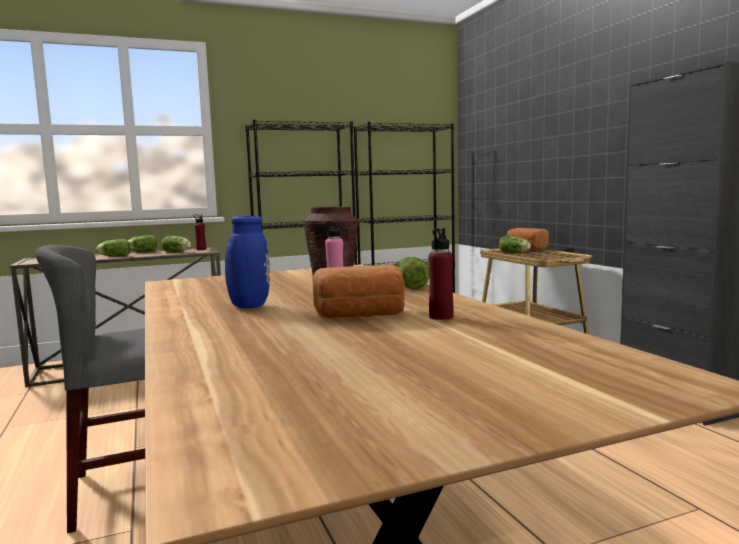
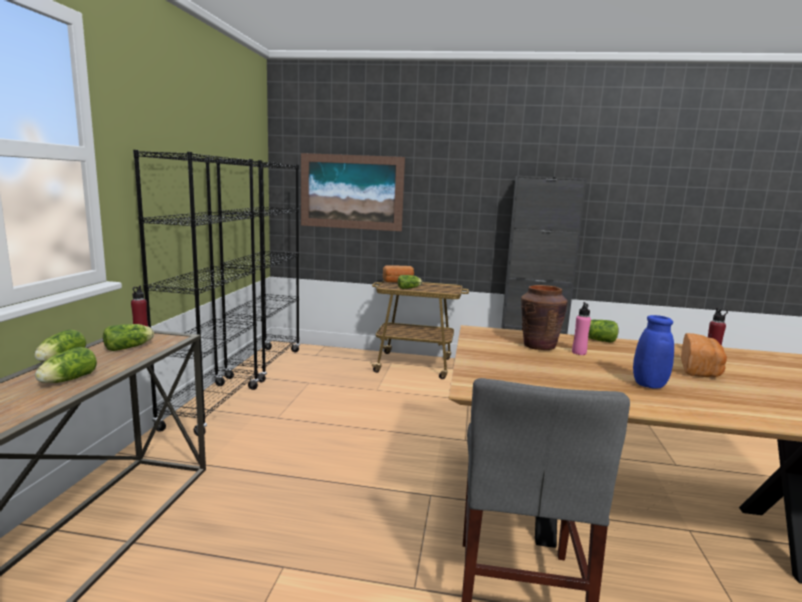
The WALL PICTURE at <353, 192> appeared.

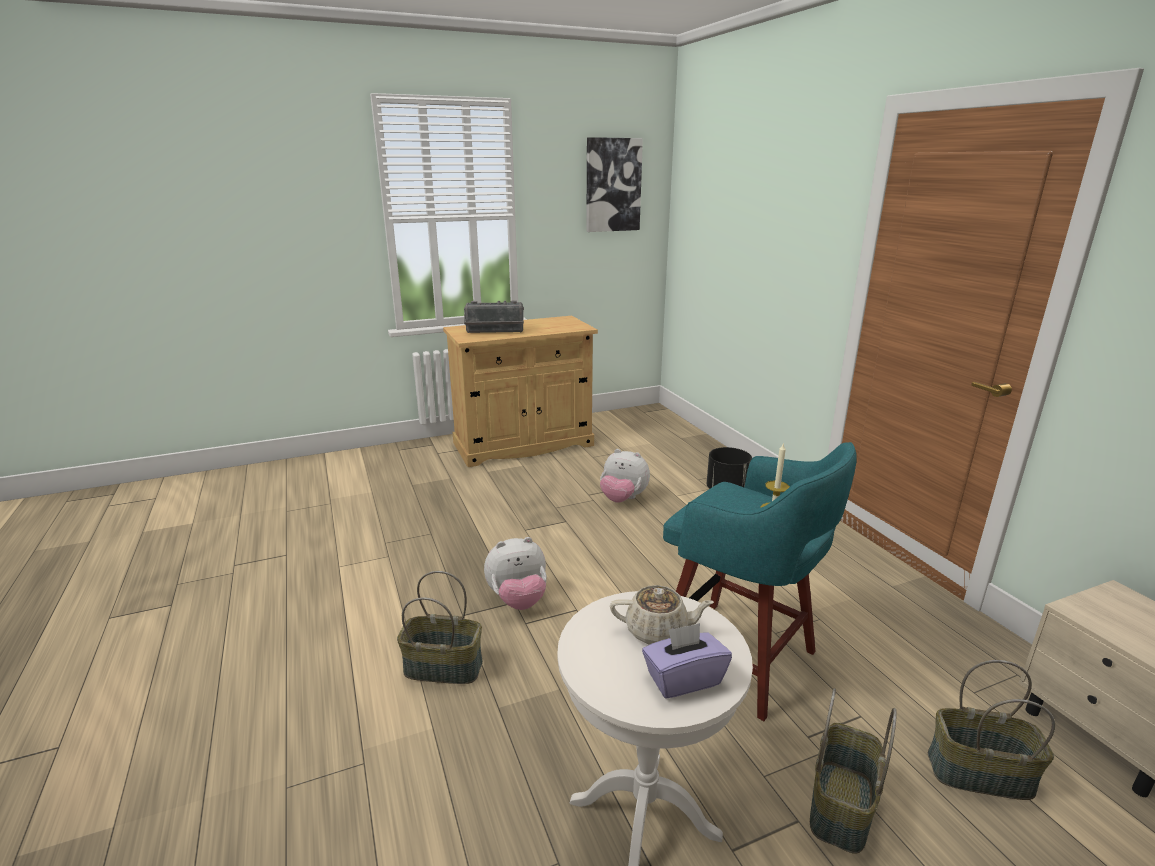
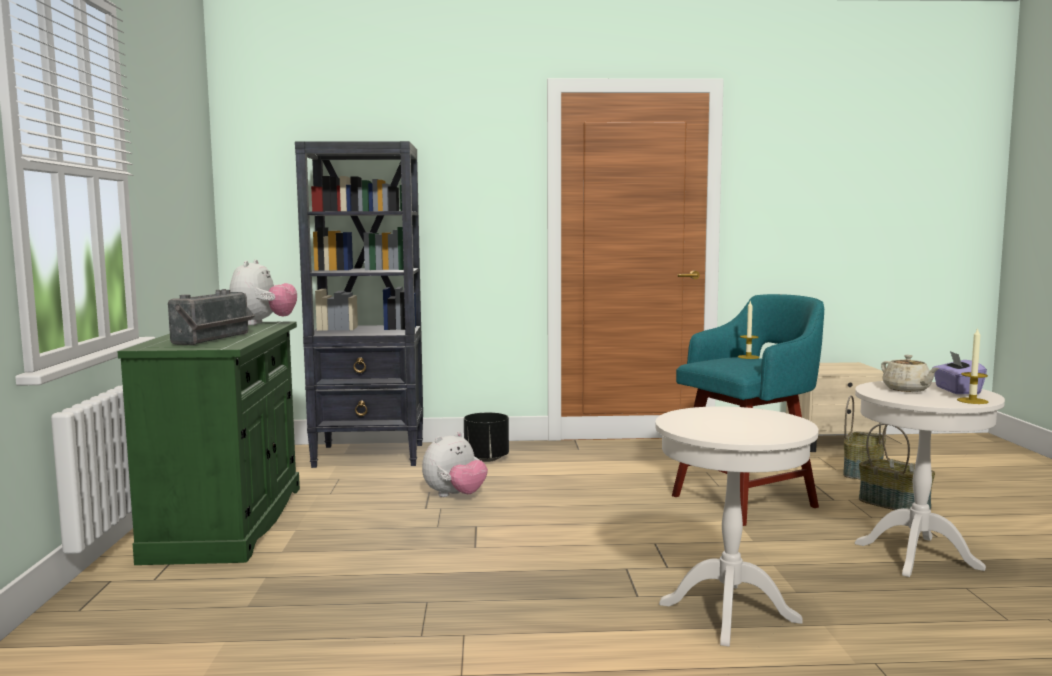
The BEIGE-COLOURED CABINET at <520, 391> became the GREEN-COLOURED CABINET at <209, 443>. The PLUSH TOY moved from <515, 573> to <263, 292>. The BLACK-COLOURED BOOKSHELF at <359, 304> appeared. The HOUSEHOLD BASKET at <440, 627> was replaced by the WHITE-COLOURED ACCENT TABLE at <736, 526>. The BEIGE-COLOURED TEA POT at <662, 615> turned 135 degrees clockwise. The WAX LIGHT at <972, 365> appeared. The WALL PICTURE at <614, 184> disappeared.

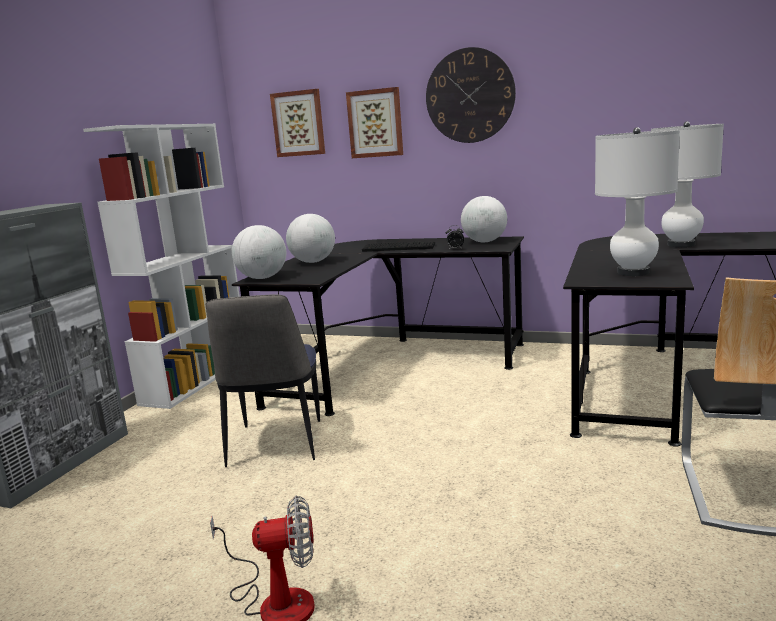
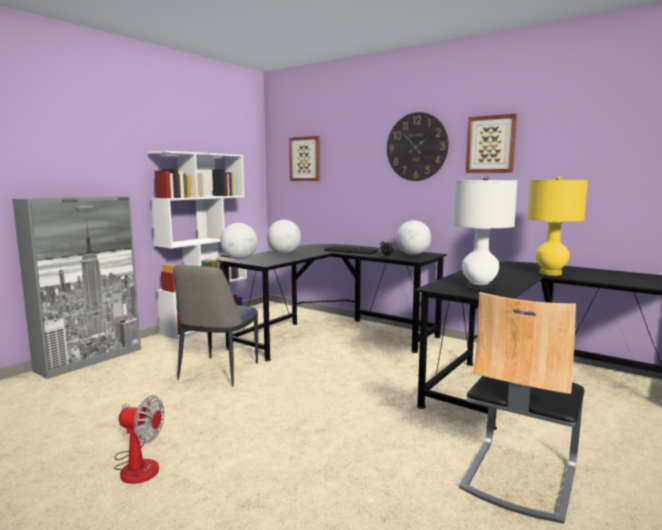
The WALL PICTURE moved from <374, 122> to <491, 143>. The WHITE-COLOURED LAMP FOR A TABLE at <687, 184> became the YELLOW LAMP FOR A TABLE at <557, 226>.

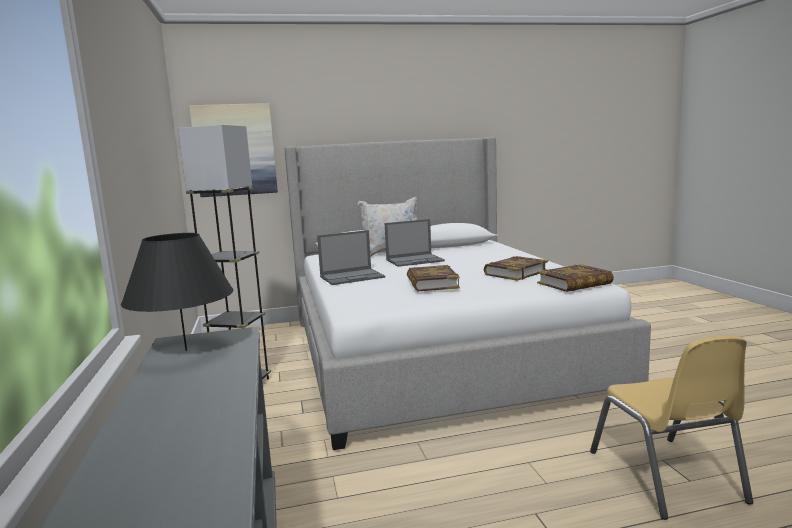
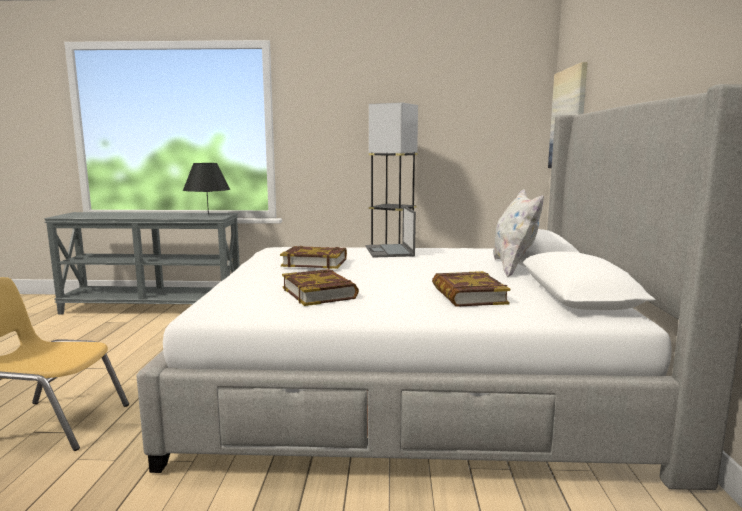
The BOOK moved from <575, 278> to <471, 289>. The NOTEBOOK COMPUTER at <415, 243> disappeared.

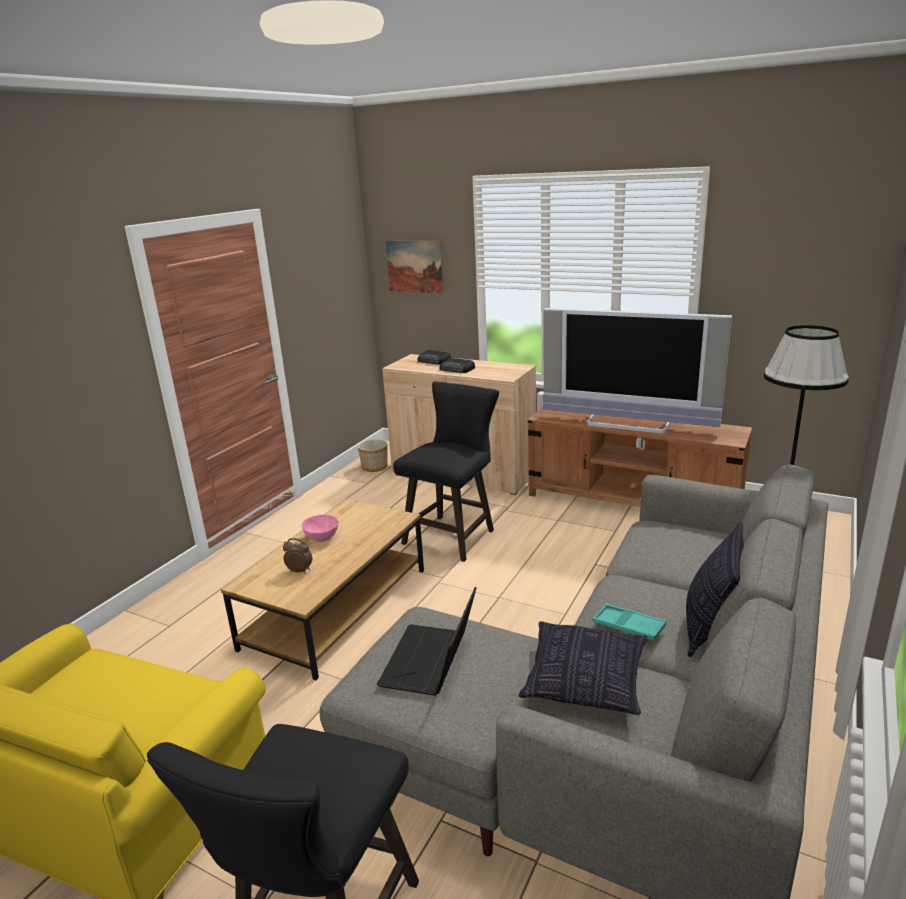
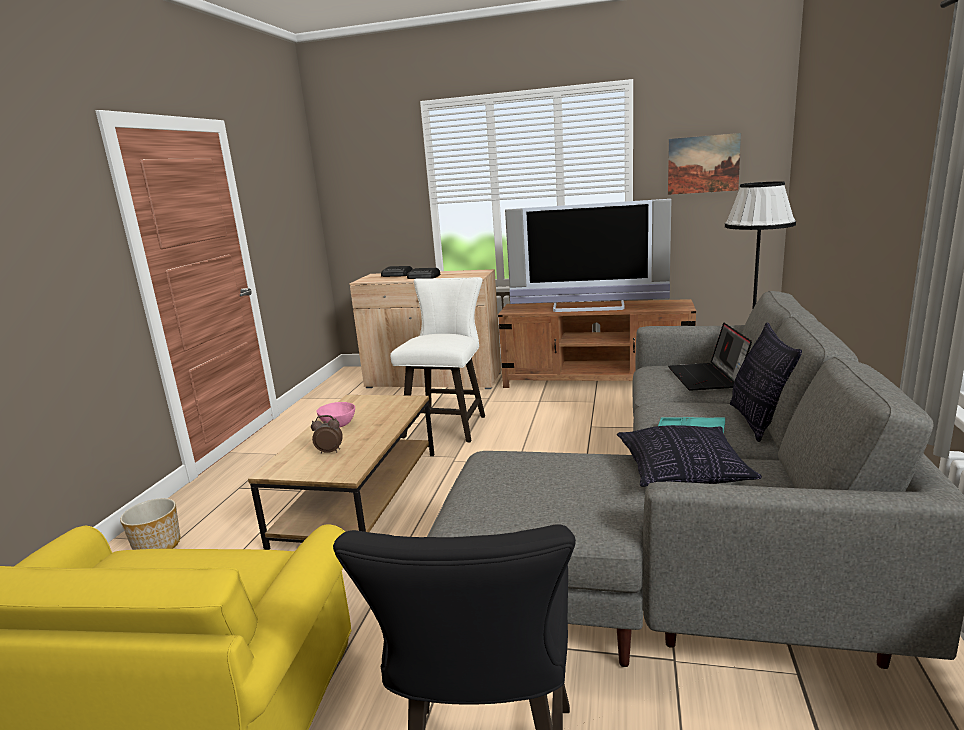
The FLOWER POT moved from <372, 455> to <150, 524>. The BLACK-COLOURED SITTING STOOL at <446, 471> became the WHITE-COLOURED SITTING STOOL at <437, 359>. The WALL PICTURE moved from <414, 267> to <704, 164>. The NOTEBOOK COMPUTER moved from <426, 641> to <710, 356>.

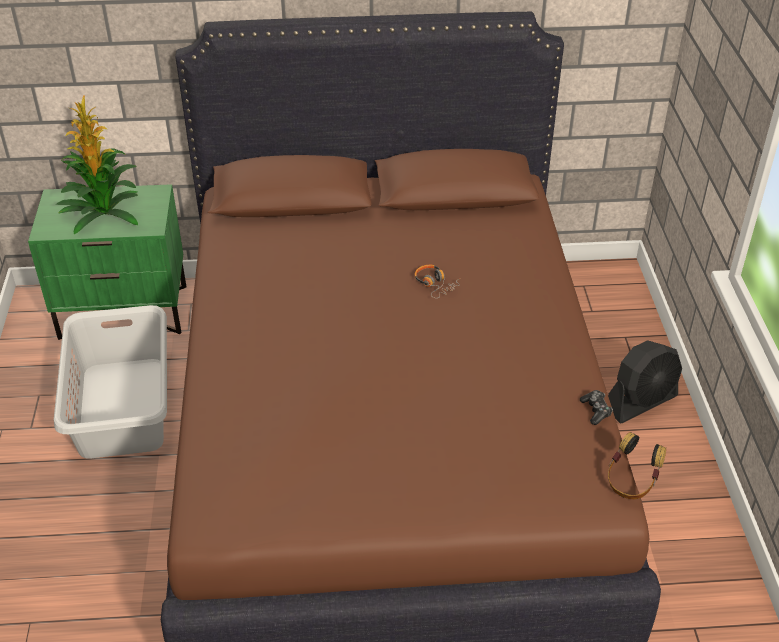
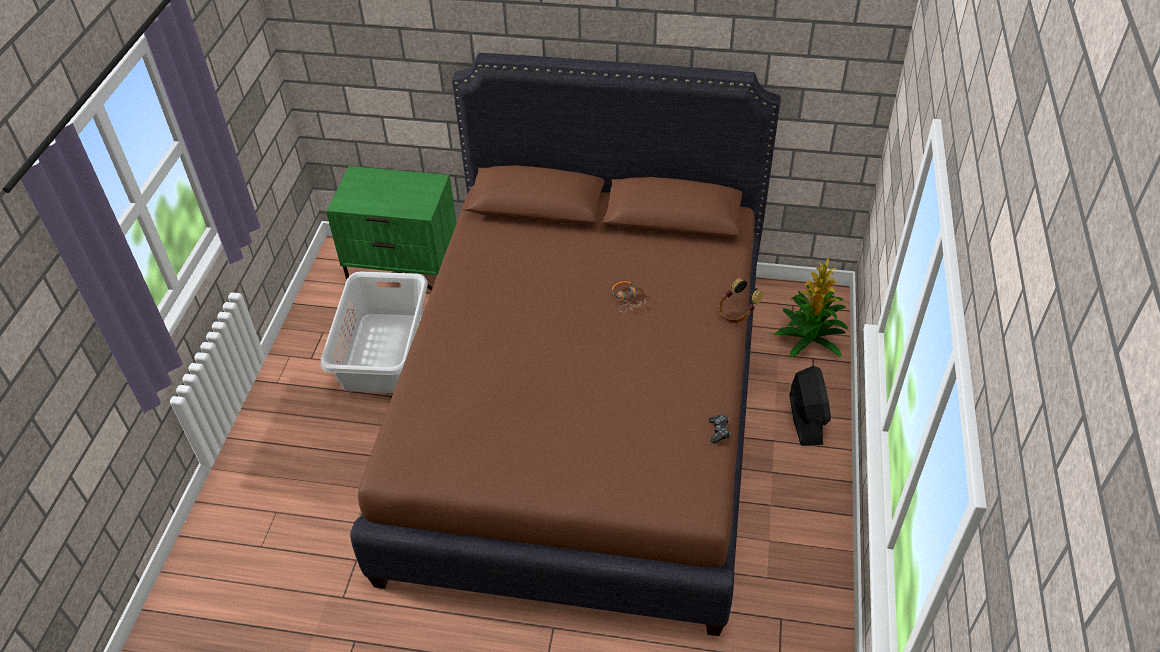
The PAIR OF HEADPHONES moved from <637, 465> to <741, 300>. The POTTED PLANT moved from <97, 164> to <811, 308>. The BLACK-COLOURED ELECTRIC FAN at <645, 381> turned 75 degrees counterclockwise.

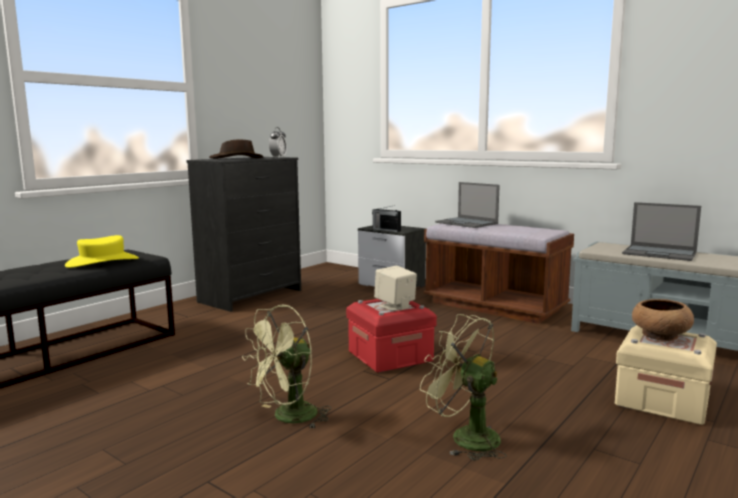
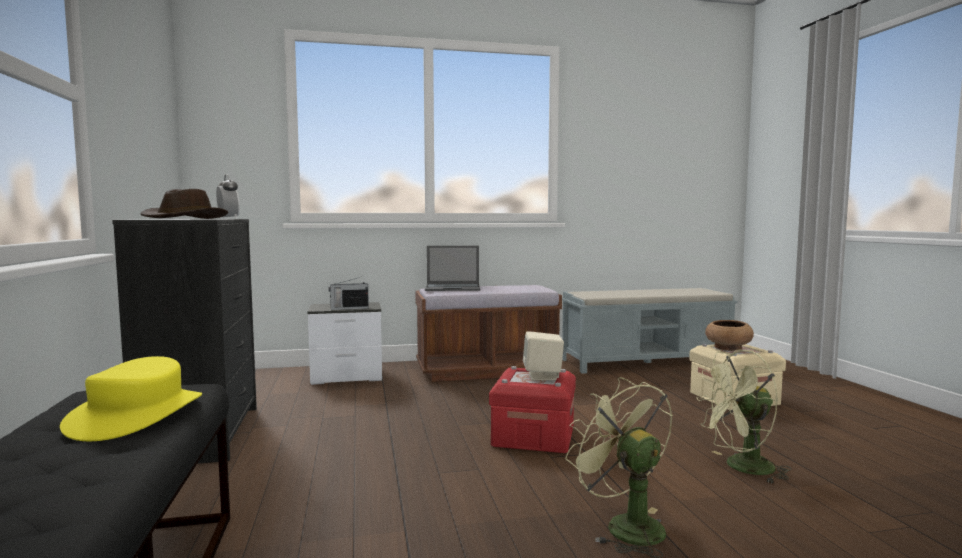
The GREEN-COLOURED ELECTRIC FAN at <286, 366> turned 150 degrees clockwise. The NOTEBOOK COMPUTER at <661, 231> disappeared.

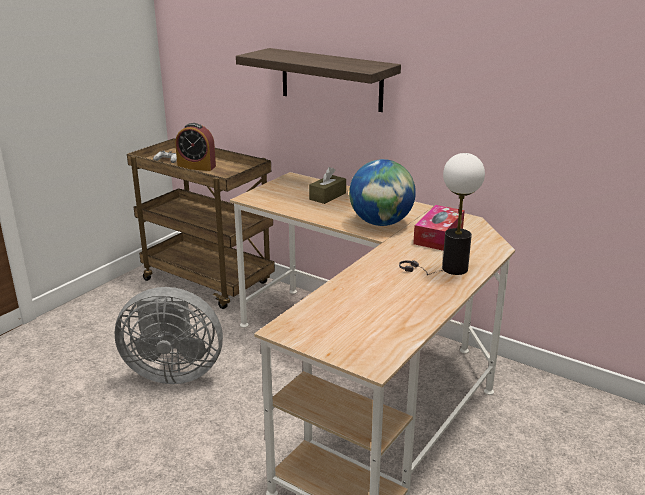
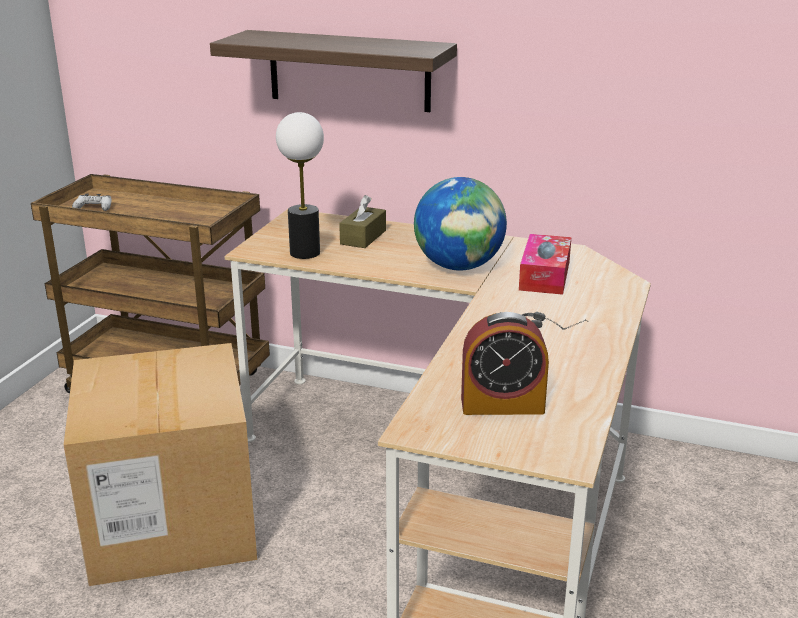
The GRAY ELECTRIC FAN at <169, 335> was replaced by the CARTON at <160, 464>. The LAMP FOR A TABLE moved from <463, 214> to <300, 185>. The TABLE CLOCK moved from <195, 147> to <505, 363>.

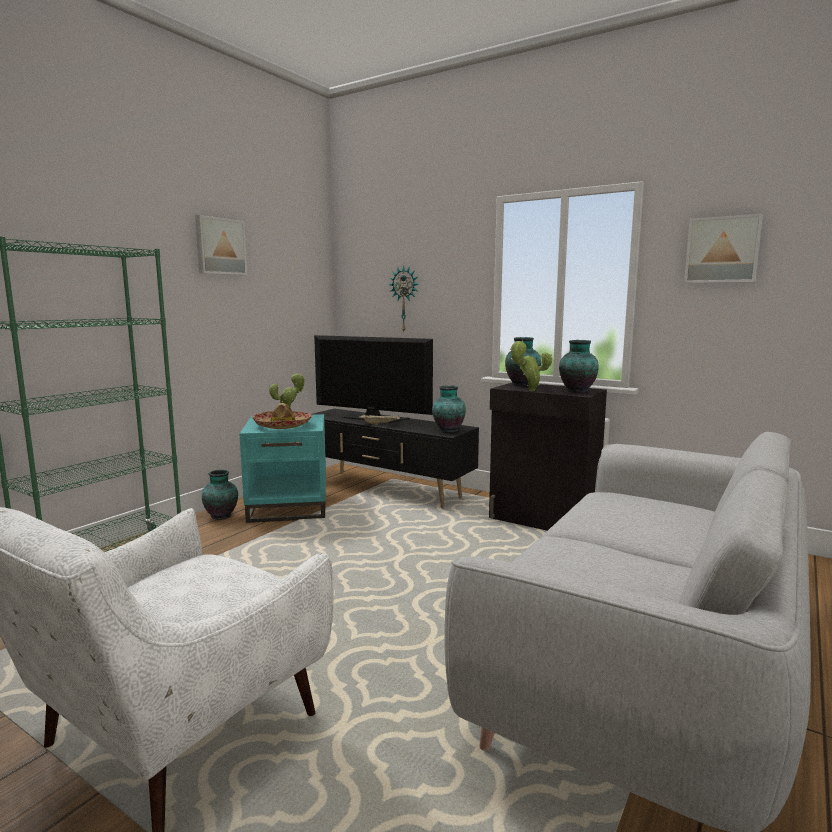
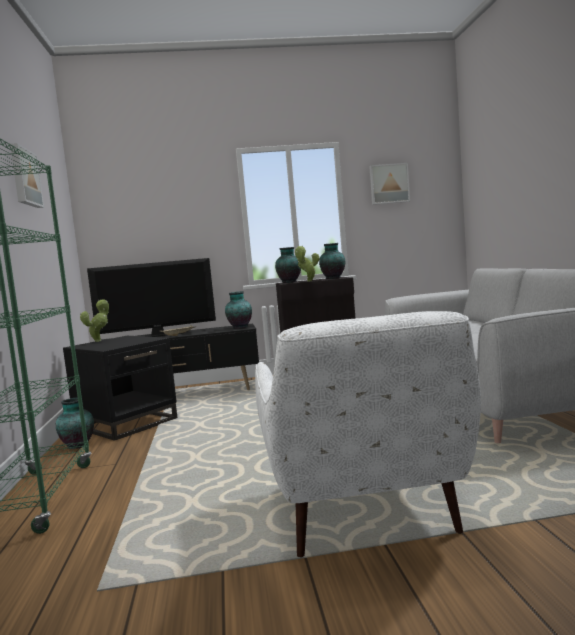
The TURQUOISE ACCENT TABLE at <282, 468> became the BLACK-COLOURED ACCENT TABLE at <120, 388>. The CLOTHING HAT at <282, 416> disappeared. The WALL CLOCK at <403, 299> disappeared.

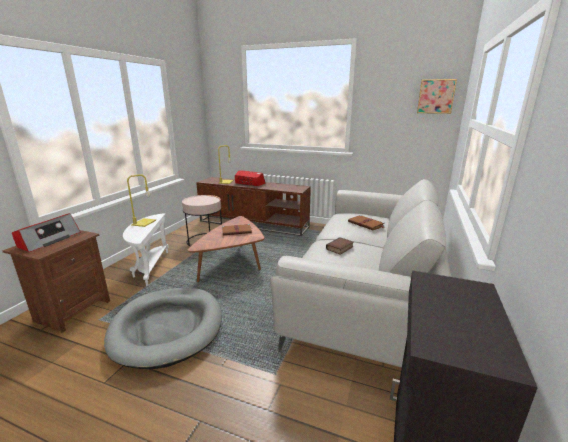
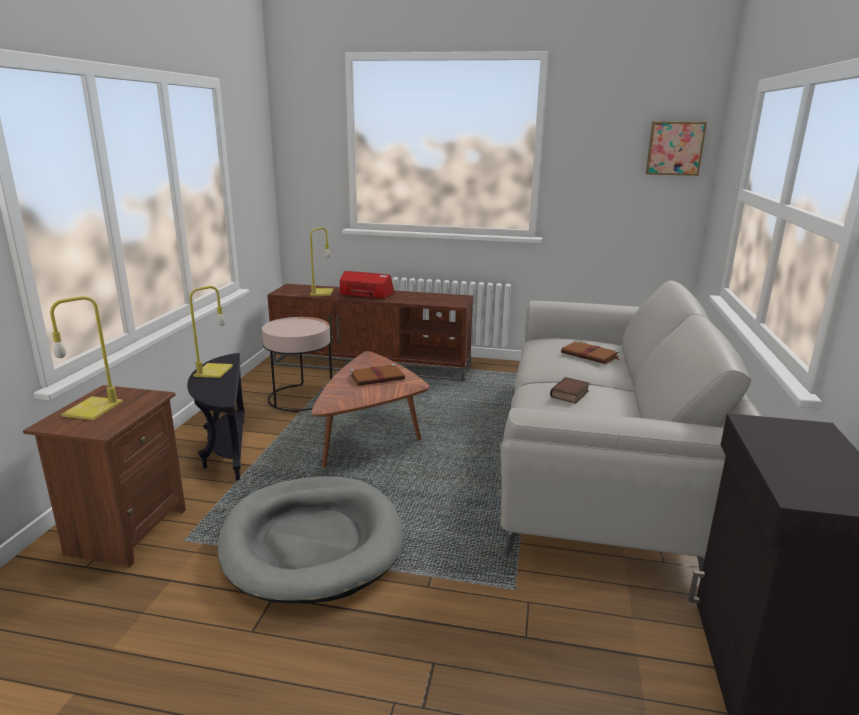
The RADIO at <46, 232> was replaced by the YELLOW LAMP FOR A TABLE at <86, 358>. The WHITE-COLOURED ACCENT TABLE at <146, 250> became the BLACK-COLOURED ACCENT TABLE at <216, 417>.

